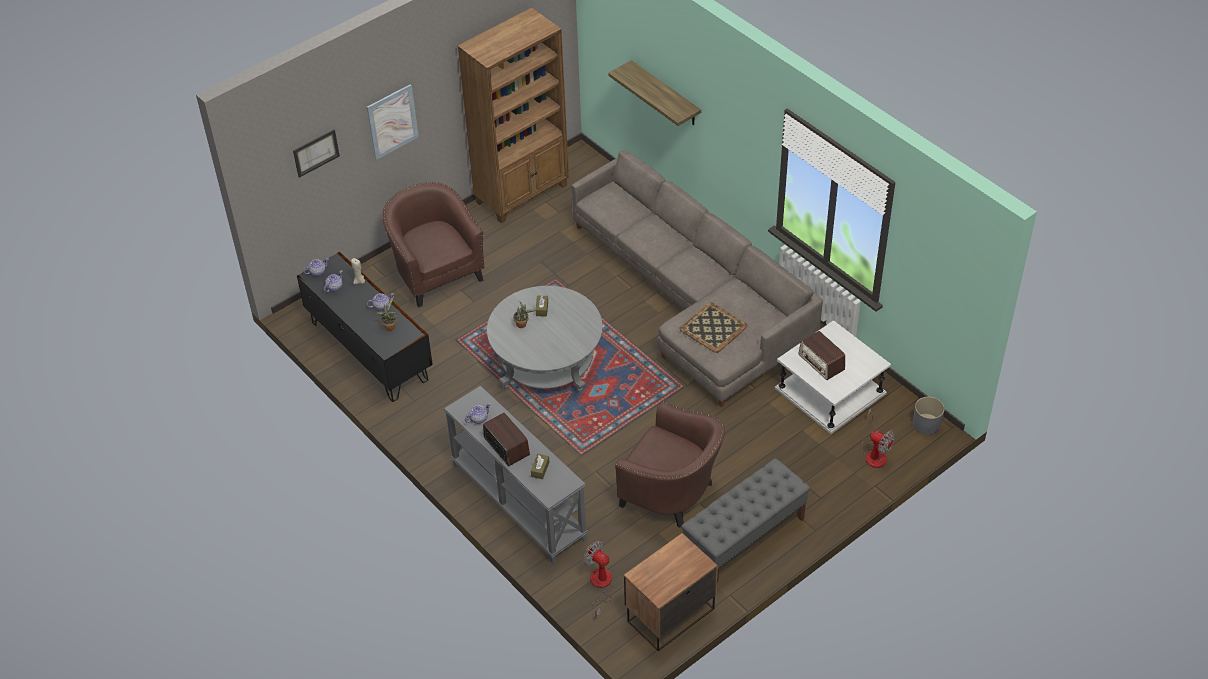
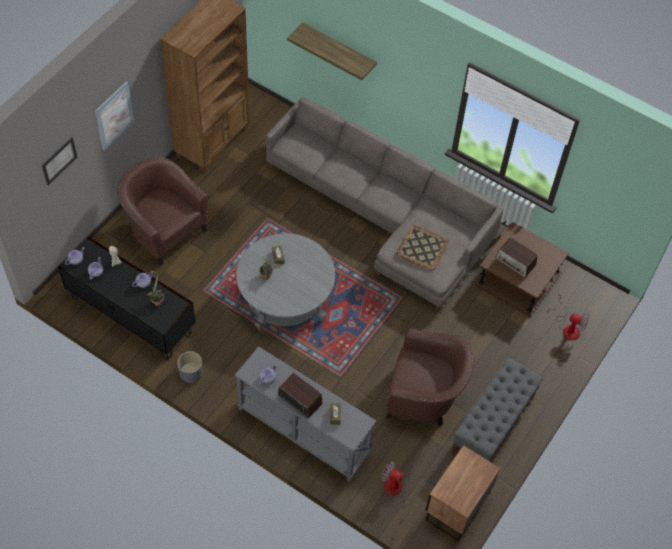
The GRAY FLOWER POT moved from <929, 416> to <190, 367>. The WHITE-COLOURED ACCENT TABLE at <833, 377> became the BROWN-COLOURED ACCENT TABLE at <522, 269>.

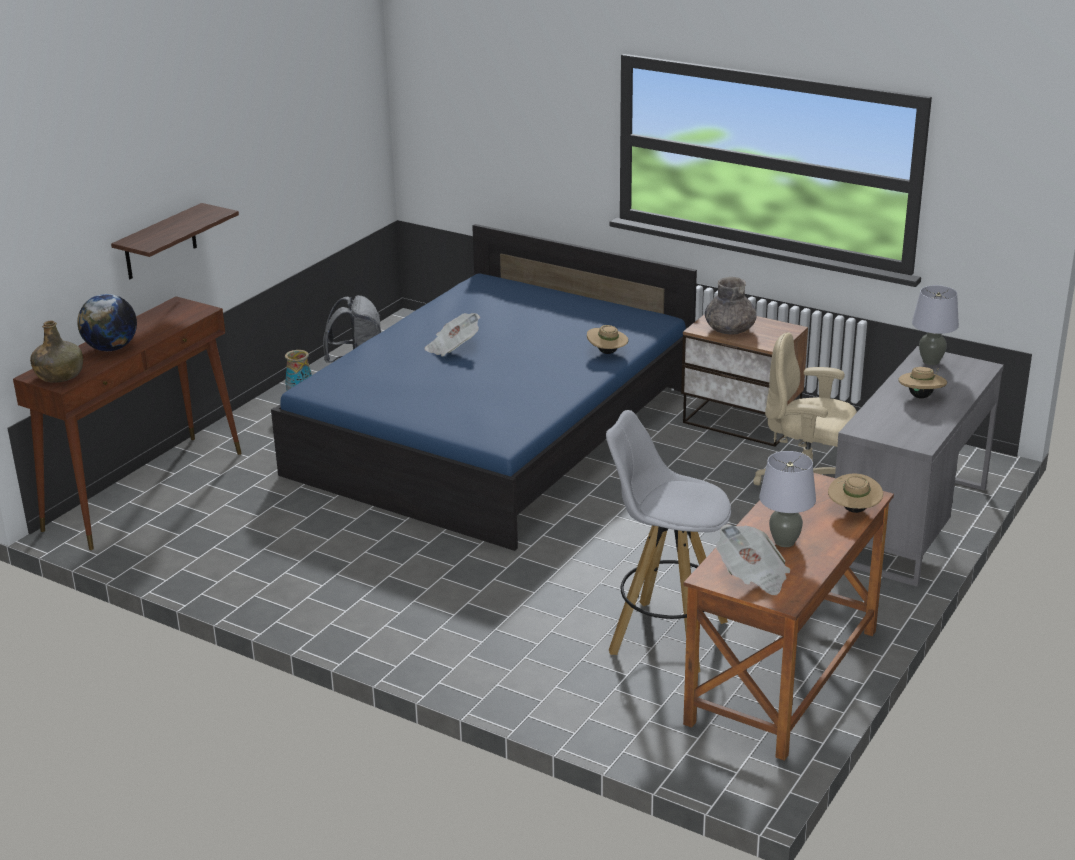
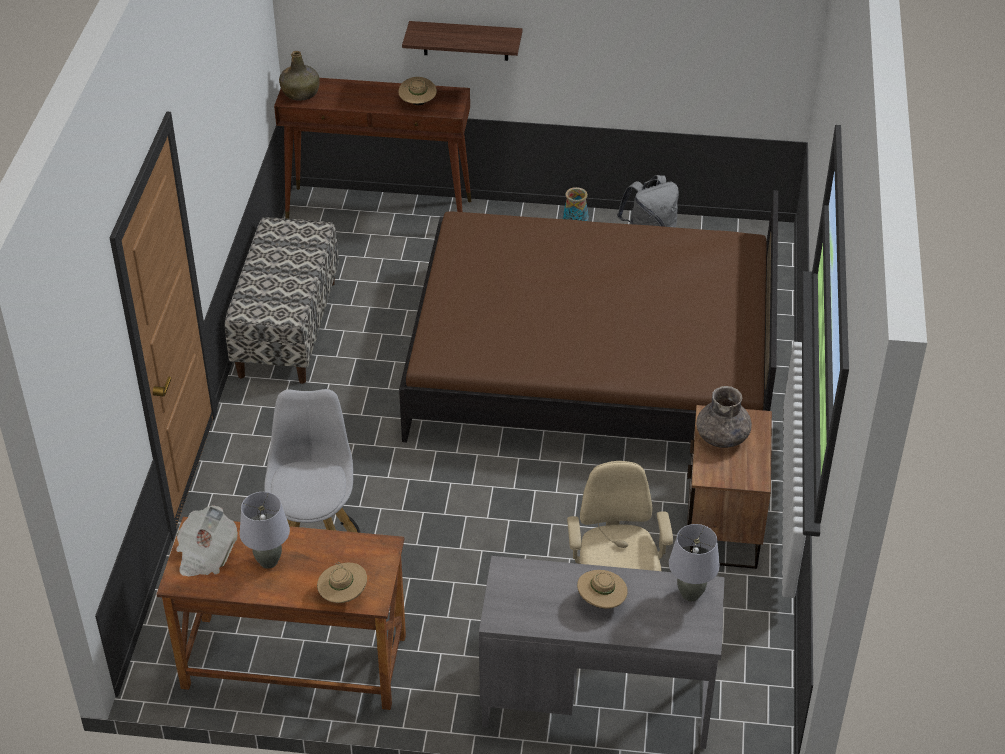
The LONG SEAT at <282, 300> appeared. The BEIGE-COLOURED CLOTHING HAT moved from <607, 339> to <417, 91>. The BLUE-COLOURED SLEEPING BED at <484, 387> became the BROWN-COLOURED SLEEPING BED at <588, 316>. The WORLD GLOBE at <107, 322> disappeared. The PRINTED PAPER at <452, 334> disappeared.

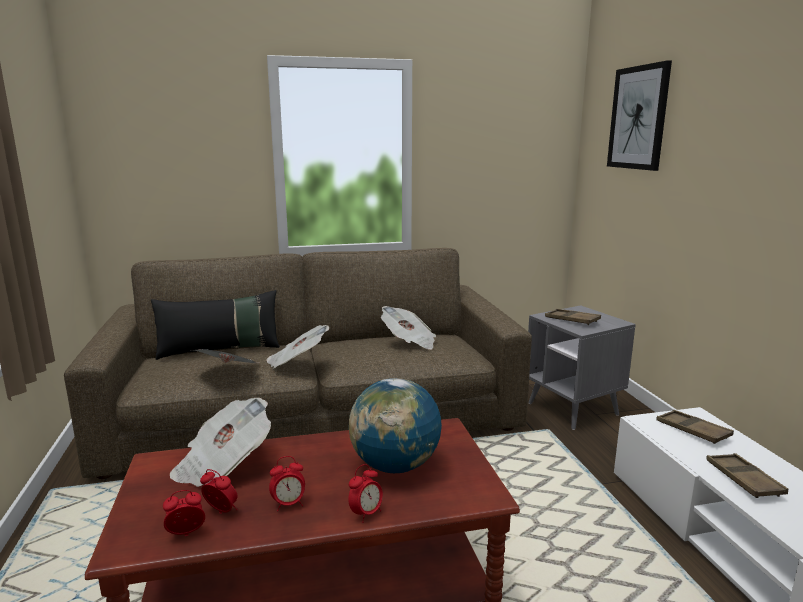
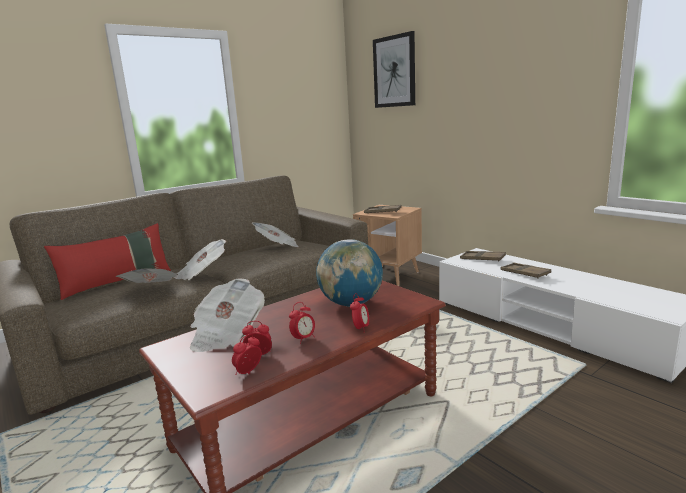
The BLACK-COLOURED CUSHION at <215, 325> became the REDDISH CUSHION at <107, 261>. The GRAY ACCENT TABLE at <582, 367> became the BROWN-COLOURED ACCENT TABLE at <387, 245>.

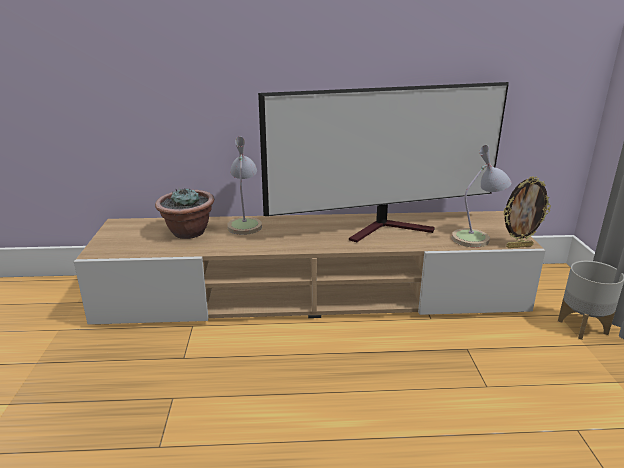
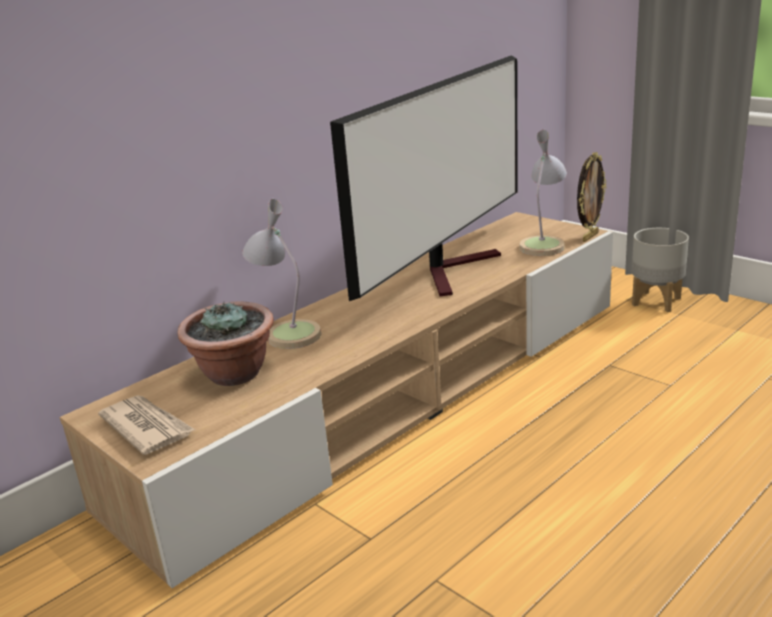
The PRINTED PAPER at <146, 425> appeared.

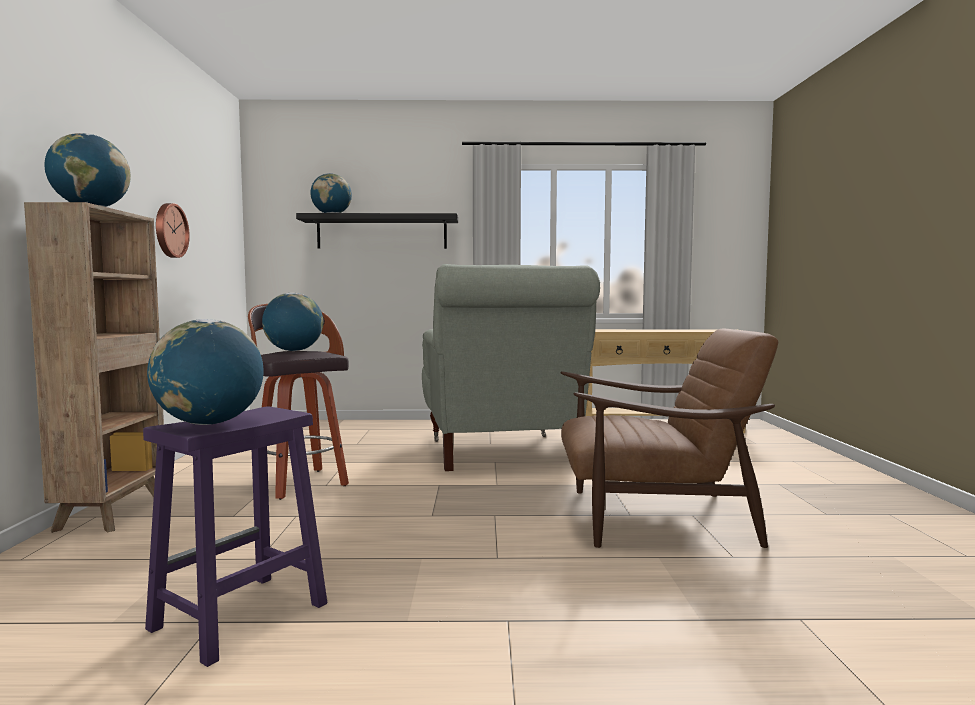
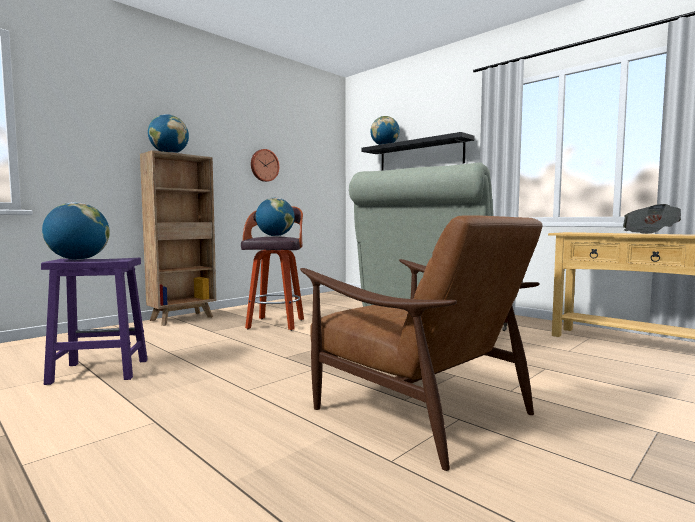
The PRINTED PAPER at <652, 219> appeared.

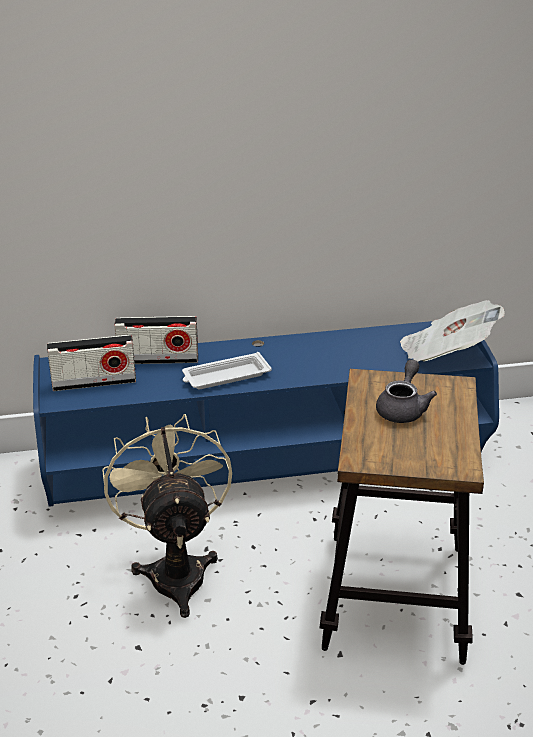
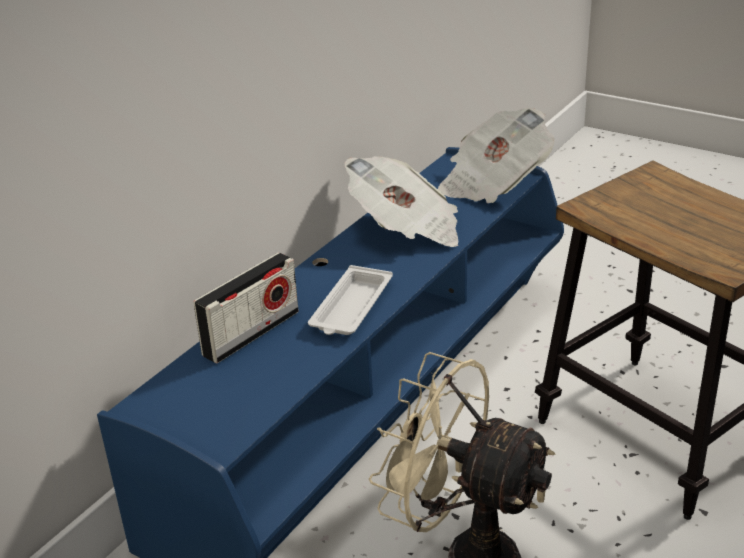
The PRINTED PAPER at <401, 201> appeared. The RADIO at <91, 363> disappeared. The GRAY TEA POT at <406, 391> disappeared.

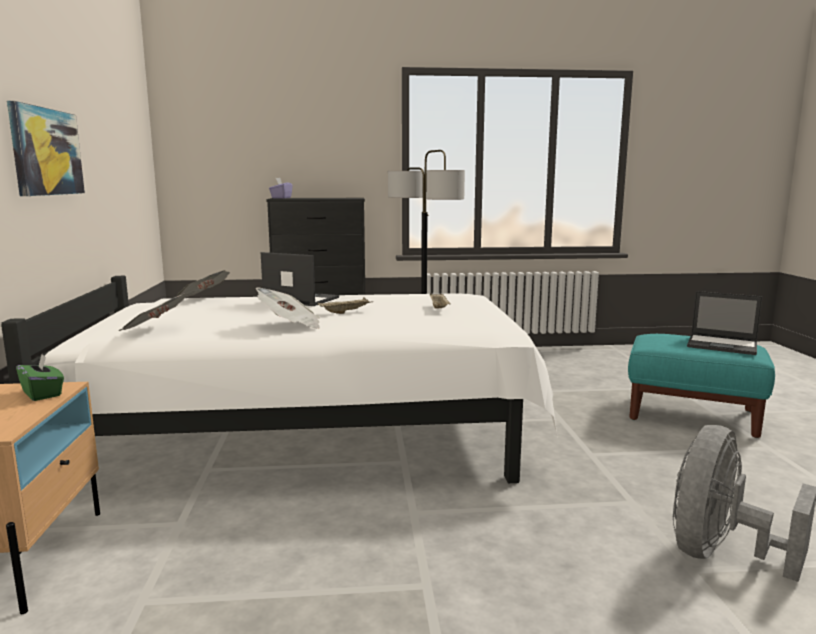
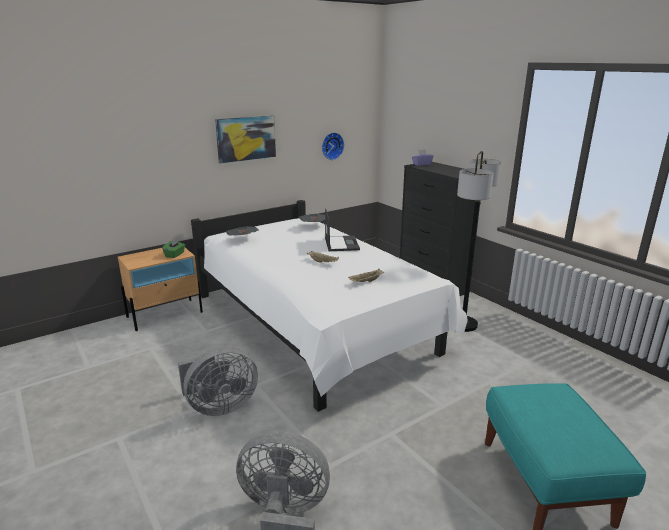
The GRAY ELECTRIC FAN at <218, 381> appeared. The WALL CLOCK at <333, 146> appeared. The PRINTED PAPER at <288, 308> disappeared. The NOTEBOOK COMPUTER at <725, 323> disappeared.

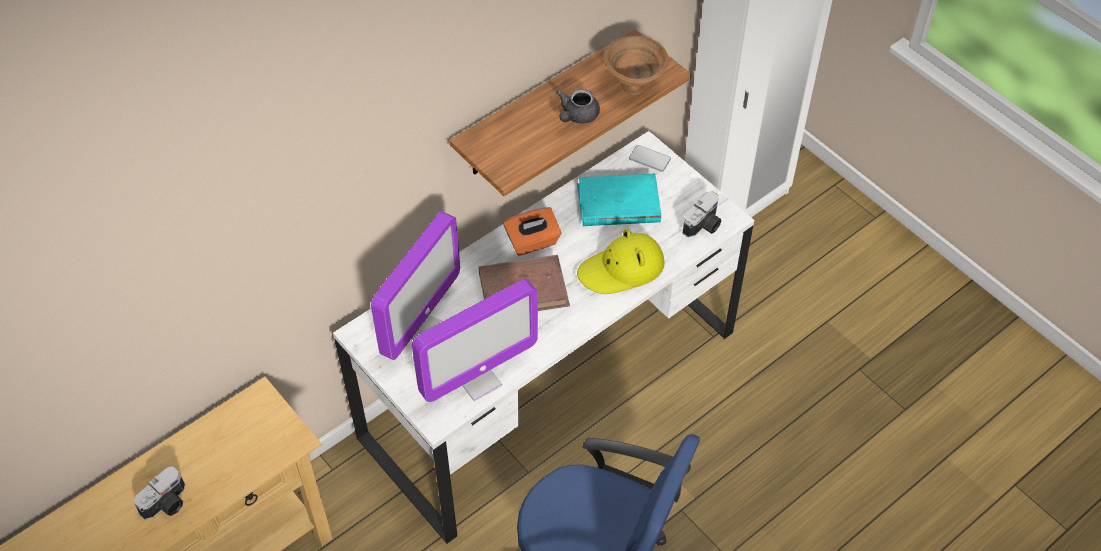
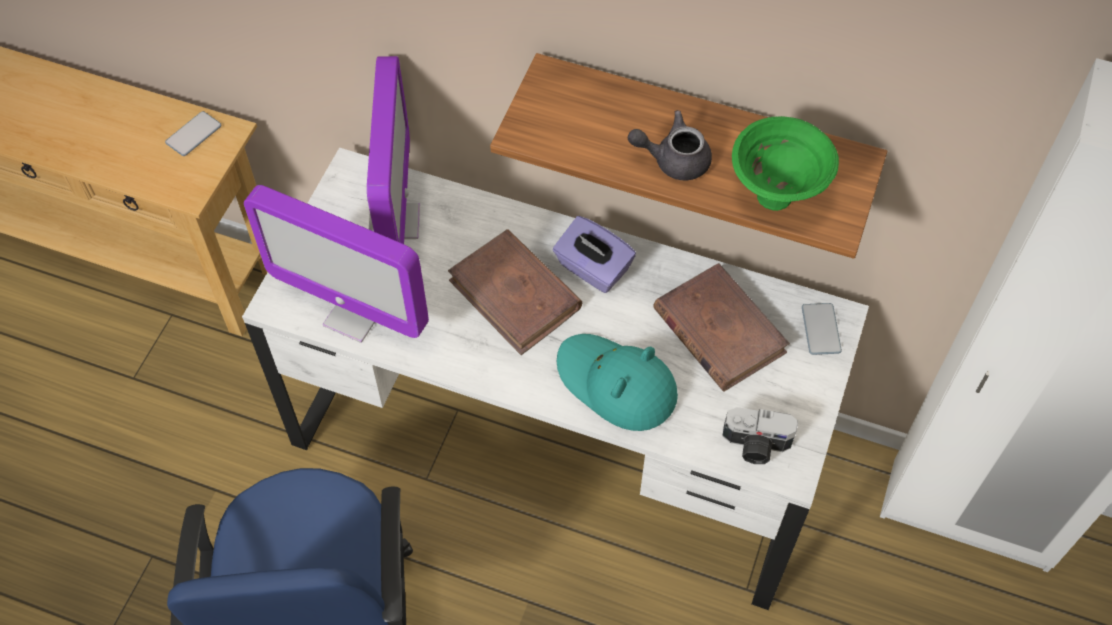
The TELEPHONE at <193, 133> appeared. The COMPUTER SCREEN at <415, 286> turned 90 degrees counterclockwise. The ORANGE-COLOURED TISSUE HOLDER at <532, 231> became the PURPLE-COLOURED TISSUE HOLDER at <594, 254>. The YELLOW CLOTHING HAT at <621, 261> became the TURQUOISE CLOTHING HAT at <617, 382>. The TURQUOISE BOOK at <619, 200> became the BROWN-COLOURED BOOK at <721, 327>. The BROWN-COLOURED DEEP DISH at <636, 65> became the GREEN-COLOURED DEEP DISH at <785, 163>. The PHOTO CAMERA at <159, 493> disappeared.

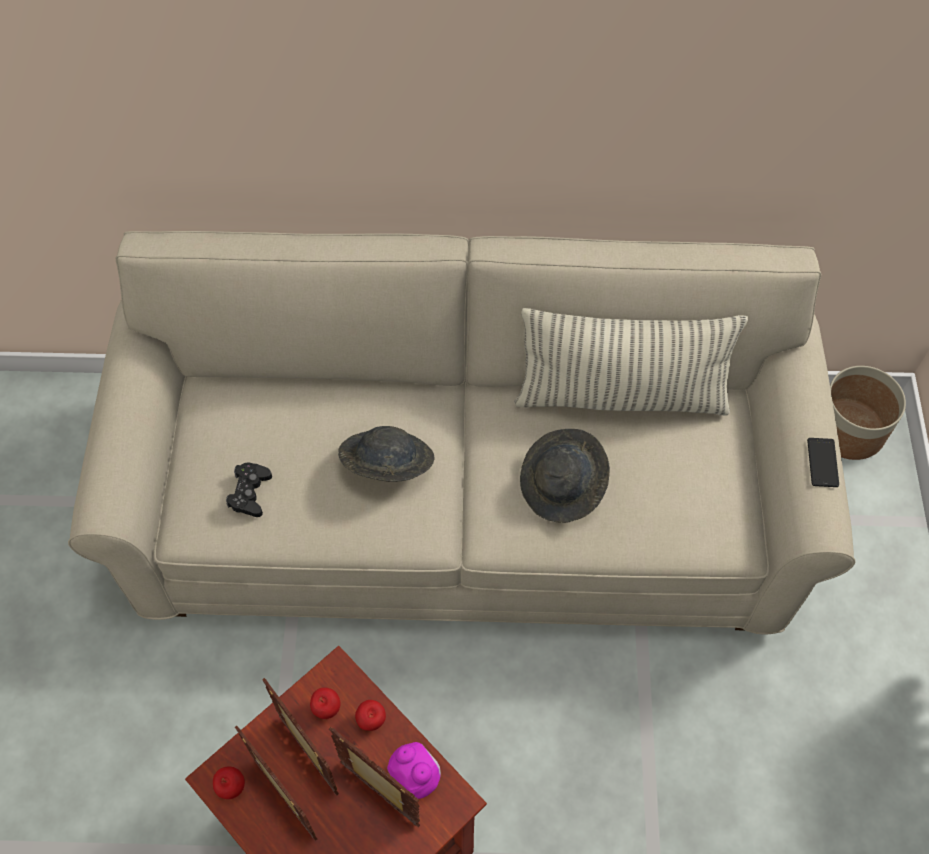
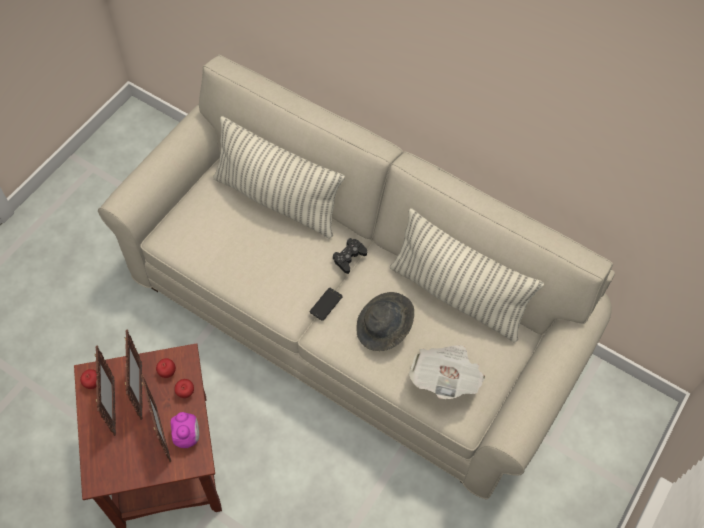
The CUSHION at <279, 177> appeared. The TELEPHONE moved from <823, 462> to <326, 304>. The BLACK-COLOURED JOYPAD moved from <249, 489> to <350, 256>. The PRINTED PAPER at <447, 372> appeared. The GRAY CLOTHING HAT at <386, 454> disappeared. The FLOWER POT at <868, 413> disappeared.

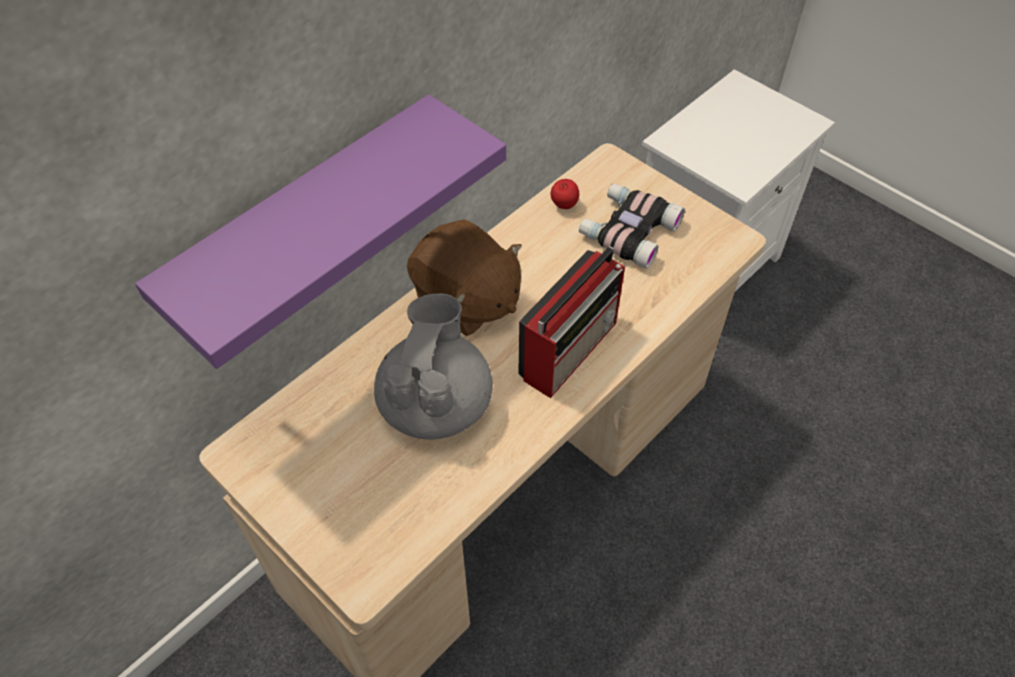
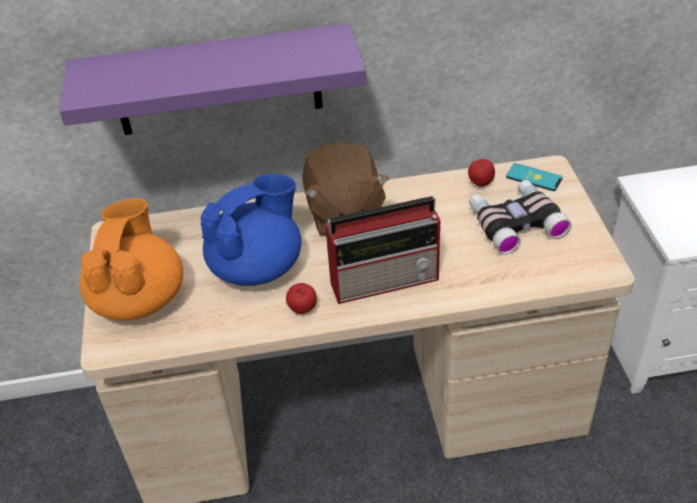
The ORANGE-COLOURED TEA POT at <131, 259> appeared. The GRAY TEA POT at <433, 367> became the BLUE-COLOURED TEA POT at <251, 230>. The APPLE FRUIT at <301, 298> appeared. The TELEPHONE at <534, 177> appeared.

